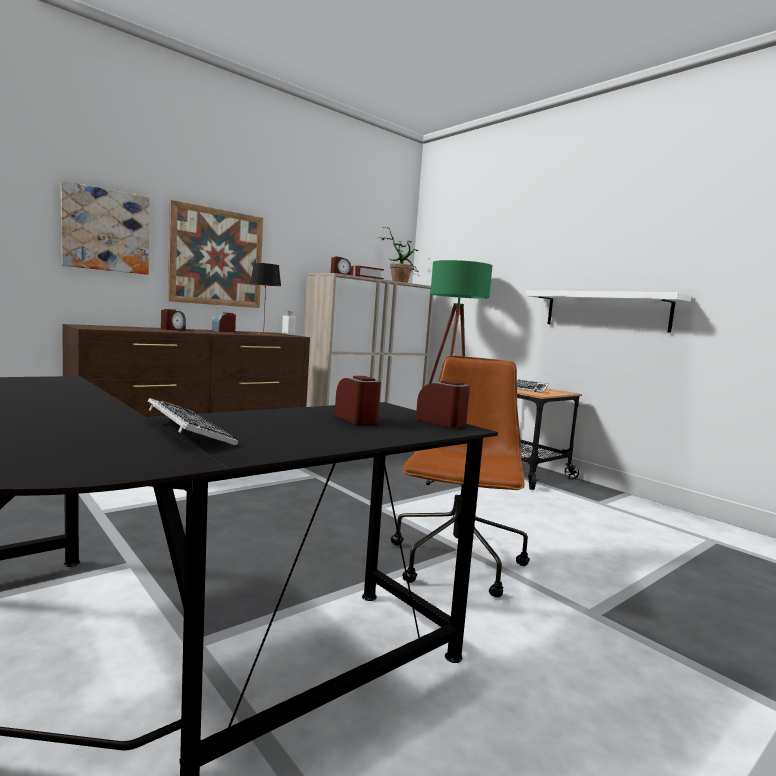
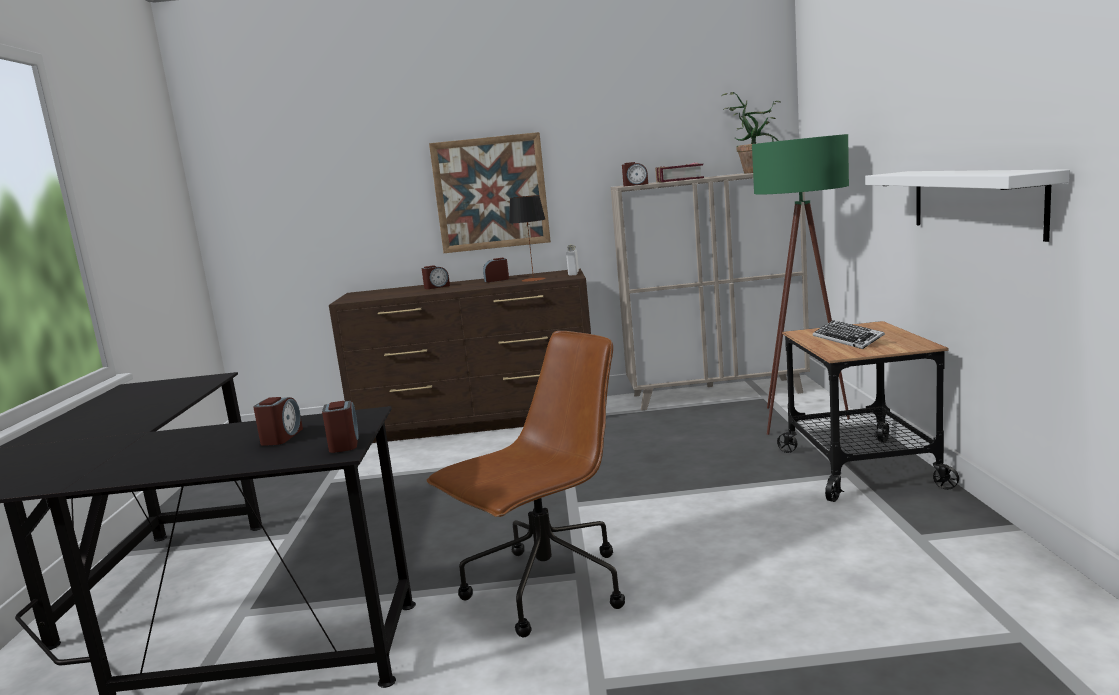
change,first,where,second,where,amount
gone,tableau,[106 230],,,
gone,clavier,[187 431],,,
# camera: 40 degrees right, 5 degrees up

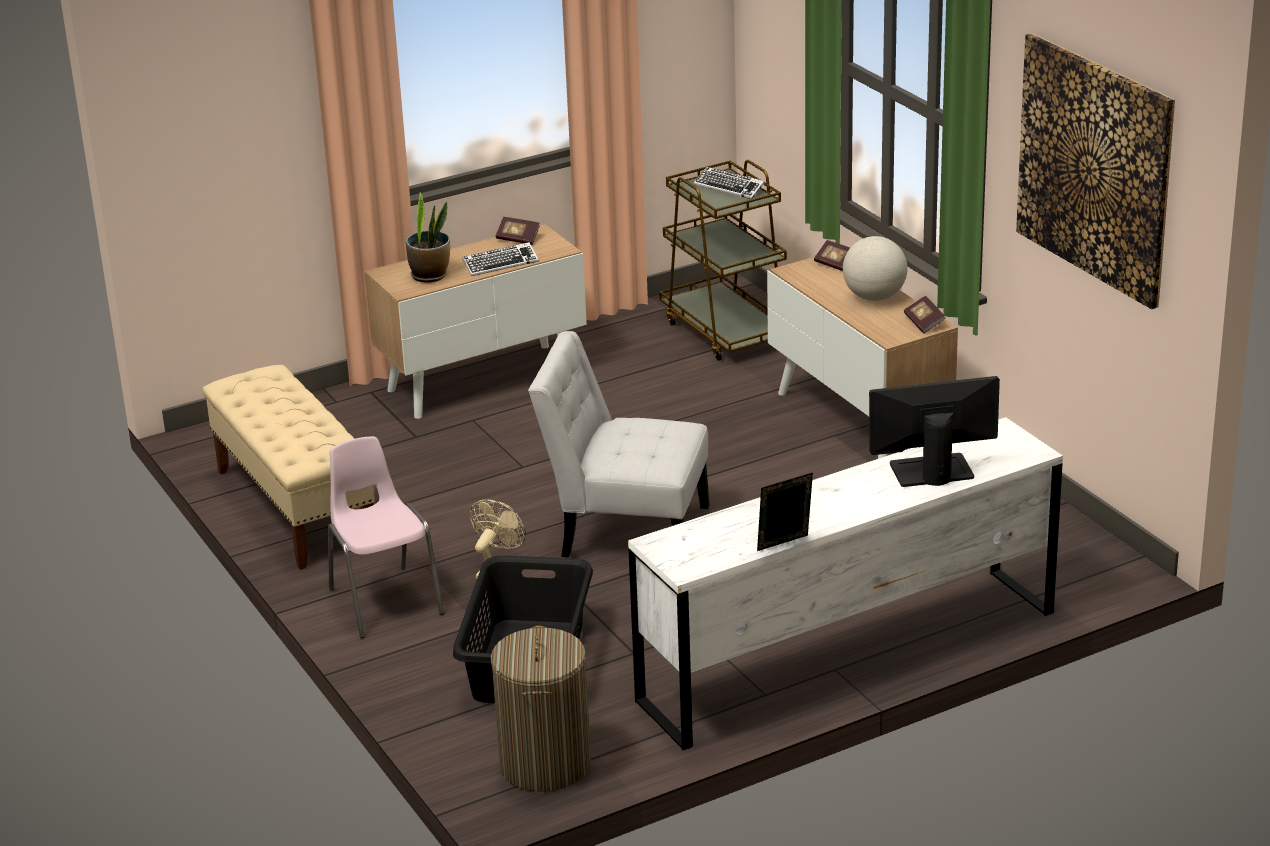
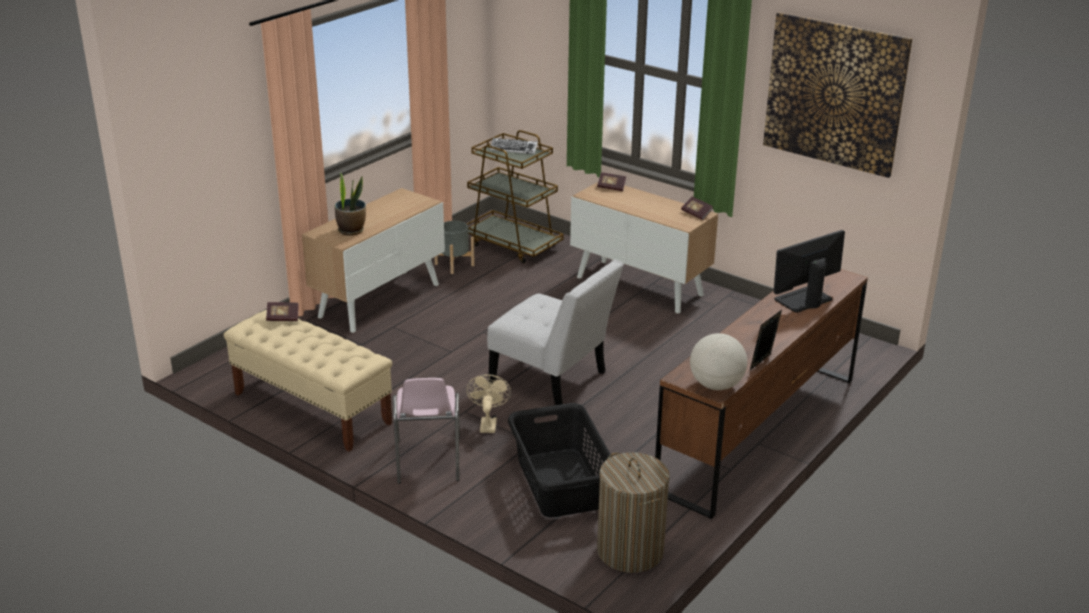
change,first,where,second,where,amount
gone,clavier,[500 264],,,
new,,,cache-pot (gris),[454 264],
shifted,livre,[518 239],,[283 318],
shifted,globe,[874 297],,[716 385],
repainted,commode (blanc),[848 655],commode (marron),[758 432],
rotated,chaise (rose),[385 601],,[427 461],135 degrees counterclockwise
rotated,chaise (blanc),[626 530],,[553 380],135 degrees counterclockwise
# camera: 25 degrees left, 0 degrees up

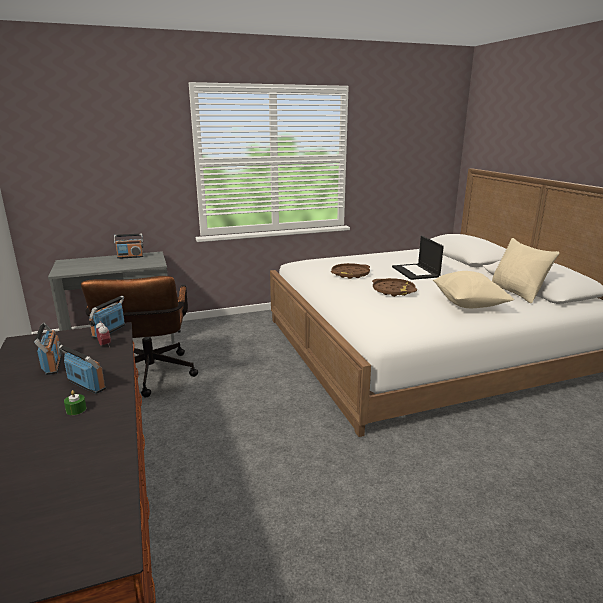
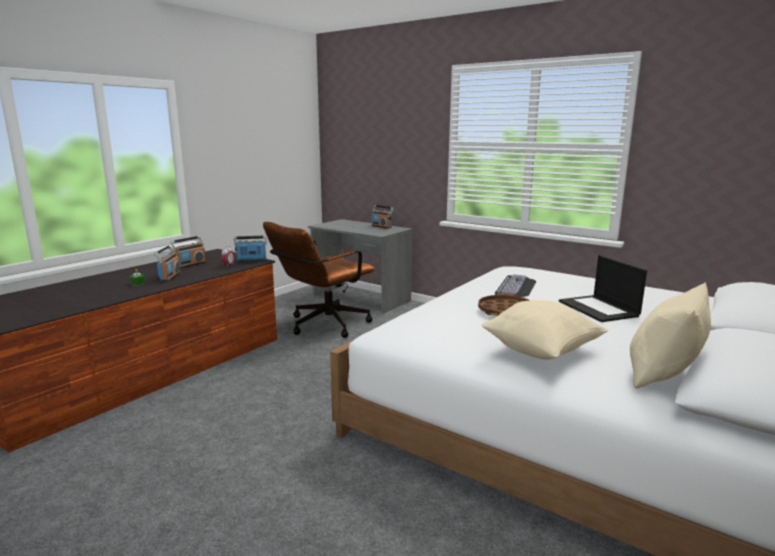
change,first,where,second,where,amount
swapped,plateau (marron),[350 274],clavier,[517 287],
rotated,ordinateur portable,[416 272],,[599 309],60 degrees counterclockwise
# camera: 55 degrees right, 5 degrees down

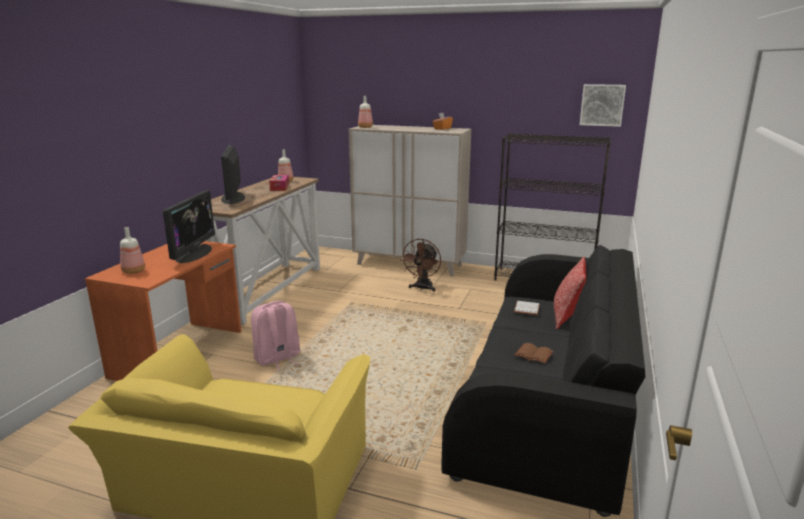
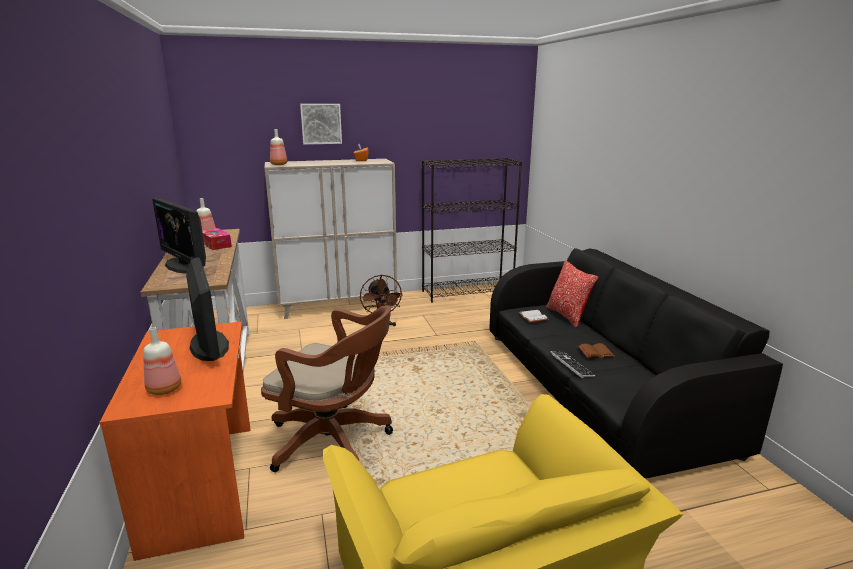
change,first,where,second,where,amount
new,,,clavier,[571 365],
shifted,tableau,[602 105],,[321 124],
swapped,sac à dos (rose),[277 358],chaise de bureau (marron),[335 442],
# camera: 35 degrees left, 0 degrees up

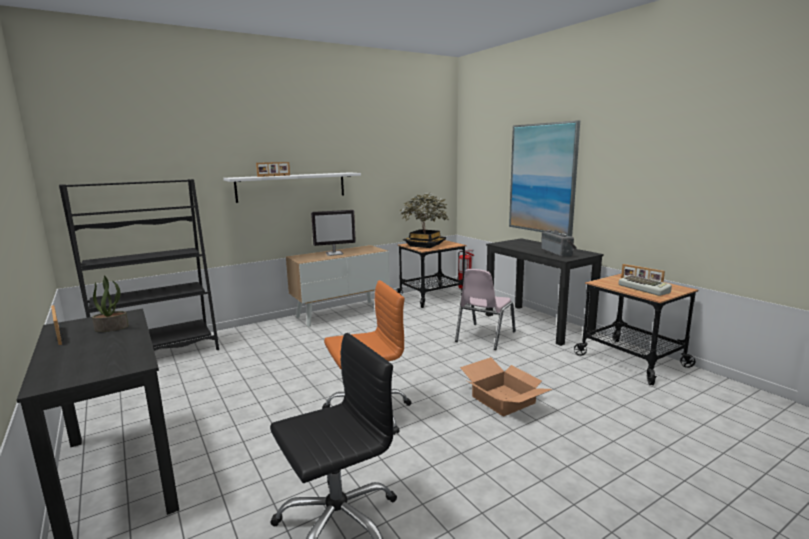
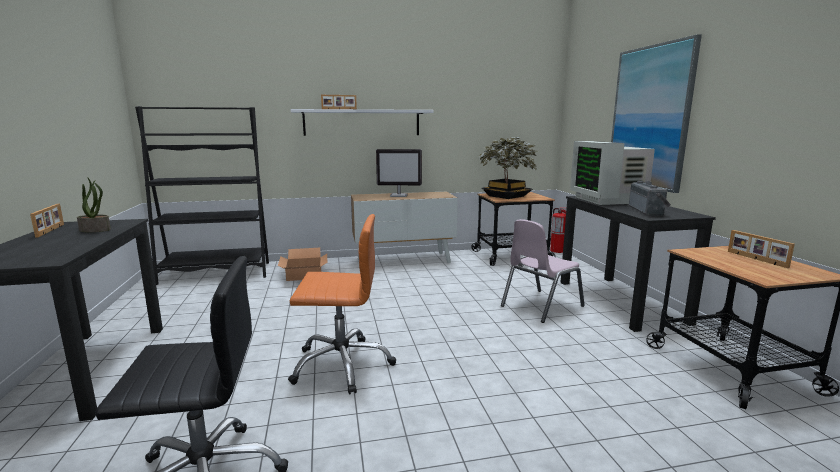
change,first,where,second,where,amount
gone,clavier,[644 289],,,
new,,,écran d'ordinateur,[608 200],
shifted,carton,[504 400],,[305 274],
# camera: 20 degrees right, 0 degrees up

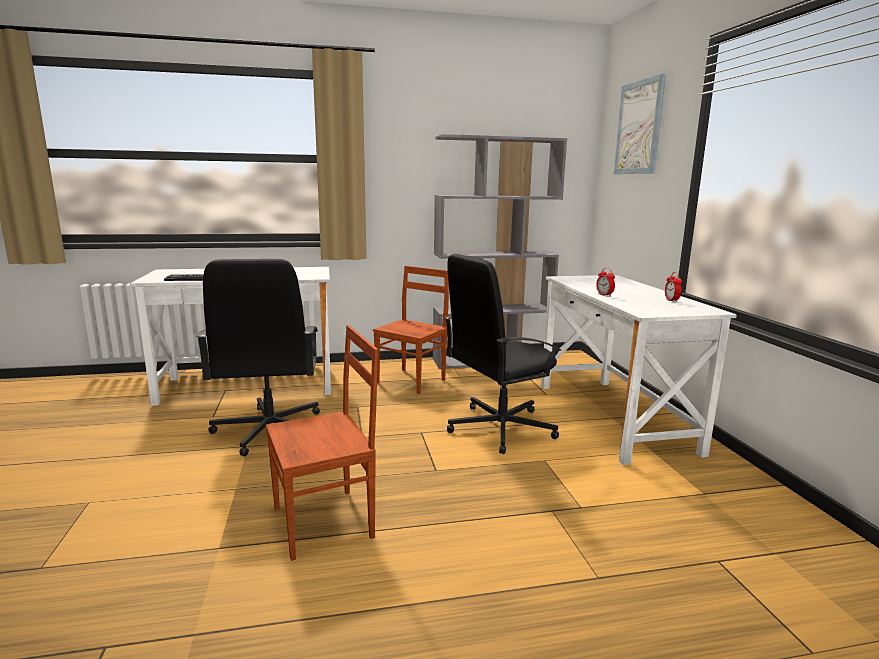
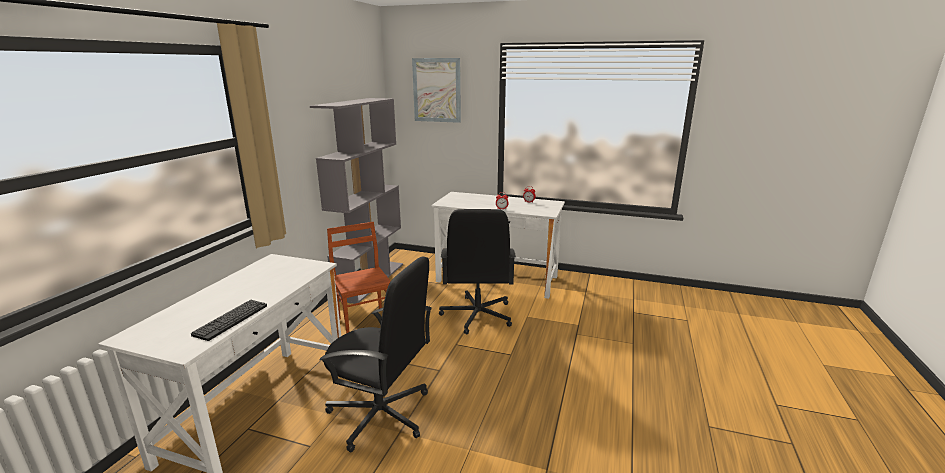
change,first,where,second,where,amount
gone,chaise (marron),[325 523],,,
# camera: 60 degrees left, 5 degrees up

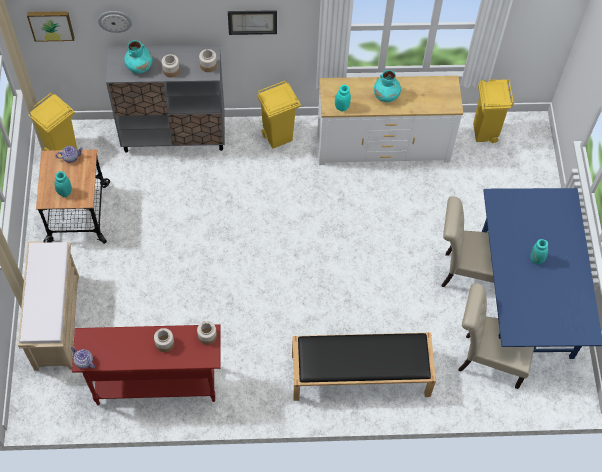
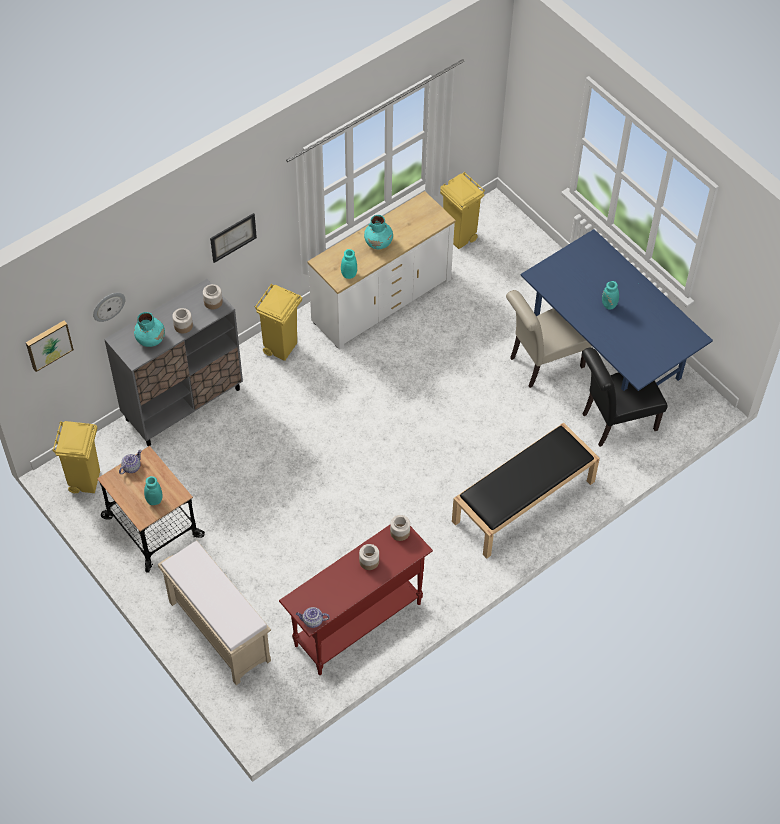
change,first,where,second,where,amount
repainted,chaise (beige),[487 359],chaise (noir),[614 422],
# camera: 35 degrees left, 5 degrees down

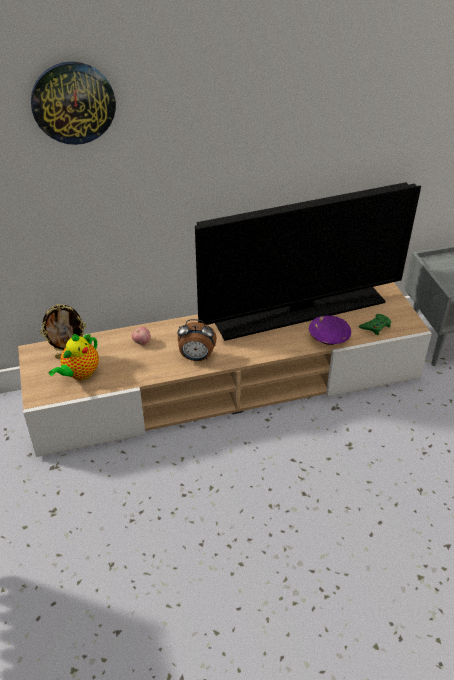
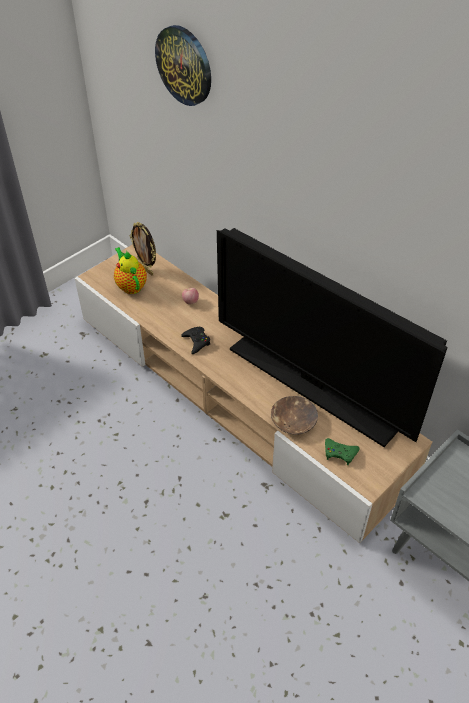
change,first,where,second,where,amount
swapped,réveil,[196 357],manette (noir),[196 342],
repainted,bol (violet),[328 337],bol (marron),[293 420],
rotated,théière,[80 374],,[131 285],60 degrees clockwise
# camera: 60 degrees right, 5 degrees up

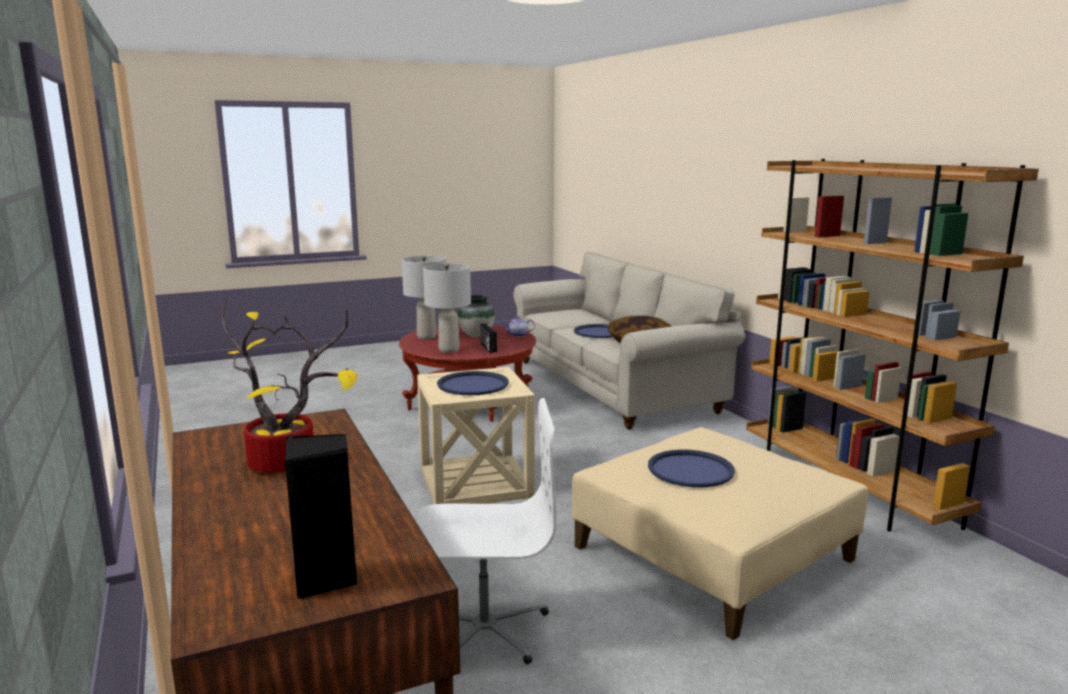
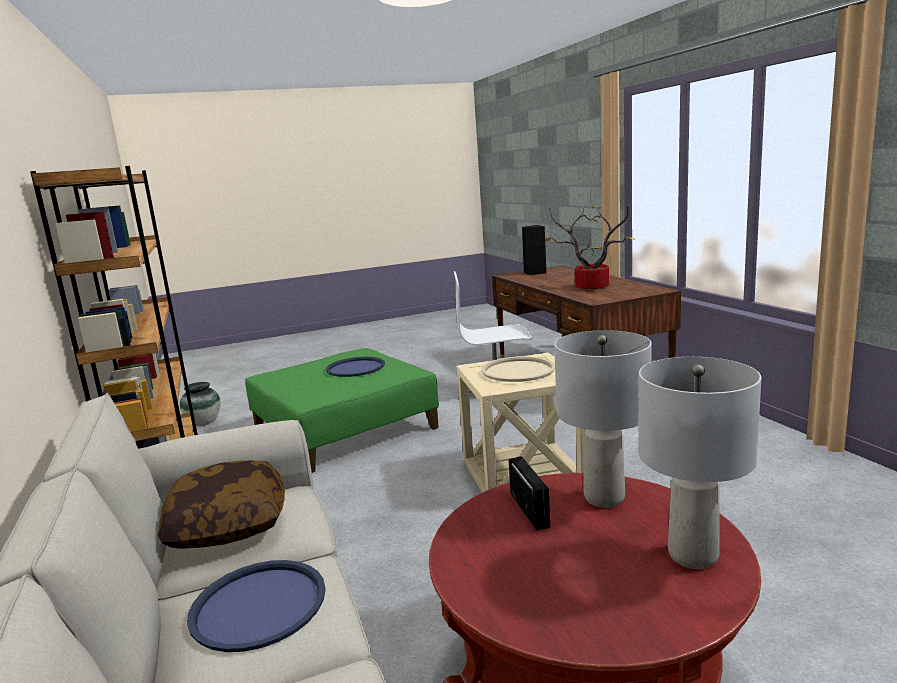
change,first,where,second,where,amount
gone,théière,[518 335],,,
shifted,vase,[476 335],,[204 423],
repainted,plateau (bleu),[473 384],plateau (beige),[518 370],
repainted,pouf (beige),[711 553],pouf (vert),[345 429],
# camera: 175 degrees left, 0 degrees up

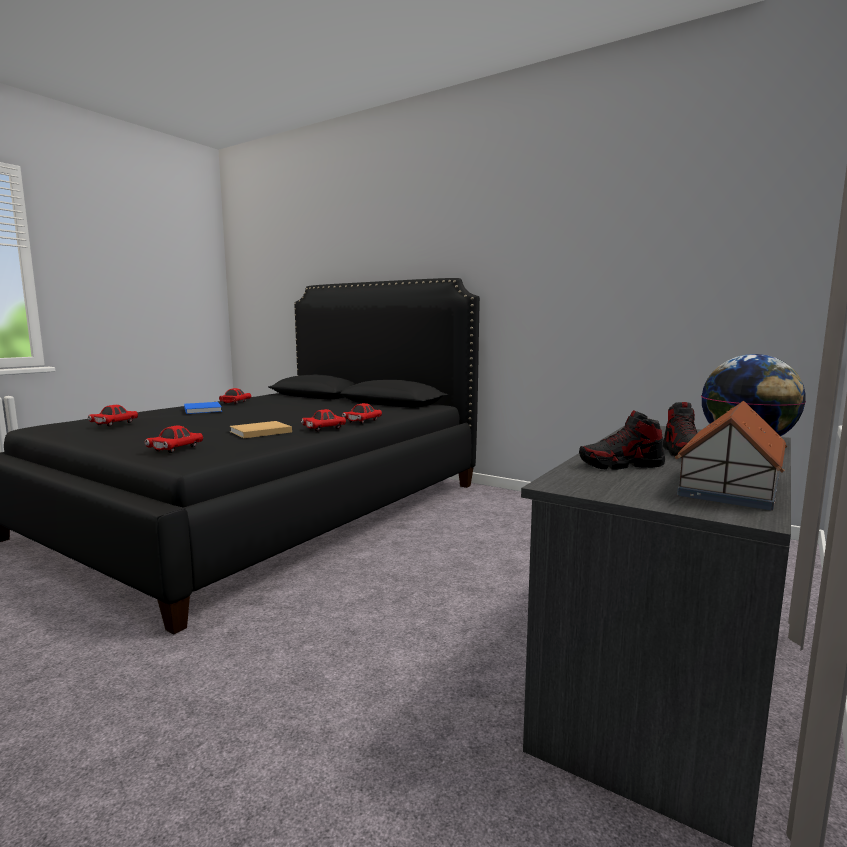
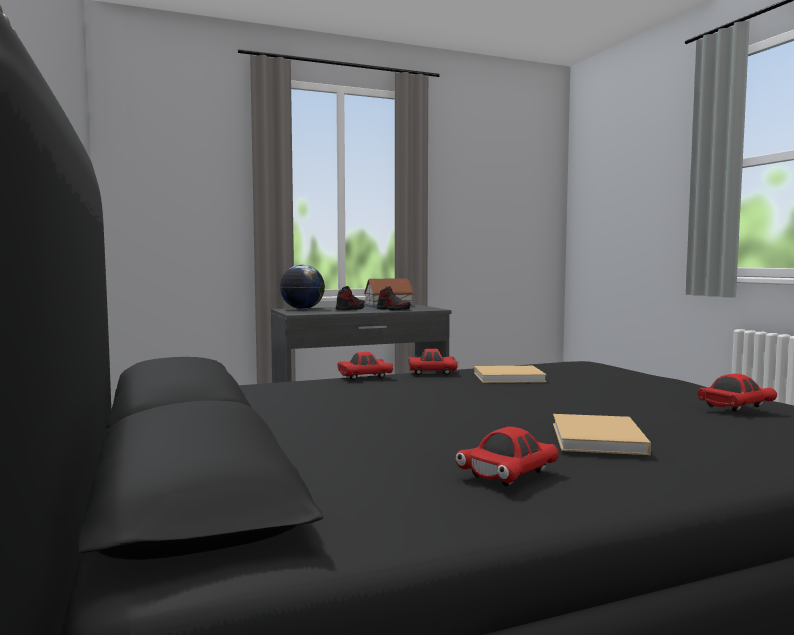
change,first,where,second,where,amount
gone,petite voiture (rouge),[175 449],,,
repainted,livre (bleu),[202 409],livre (beige),[598 439],
# camera: 145 degrees left, 5 degrees down

